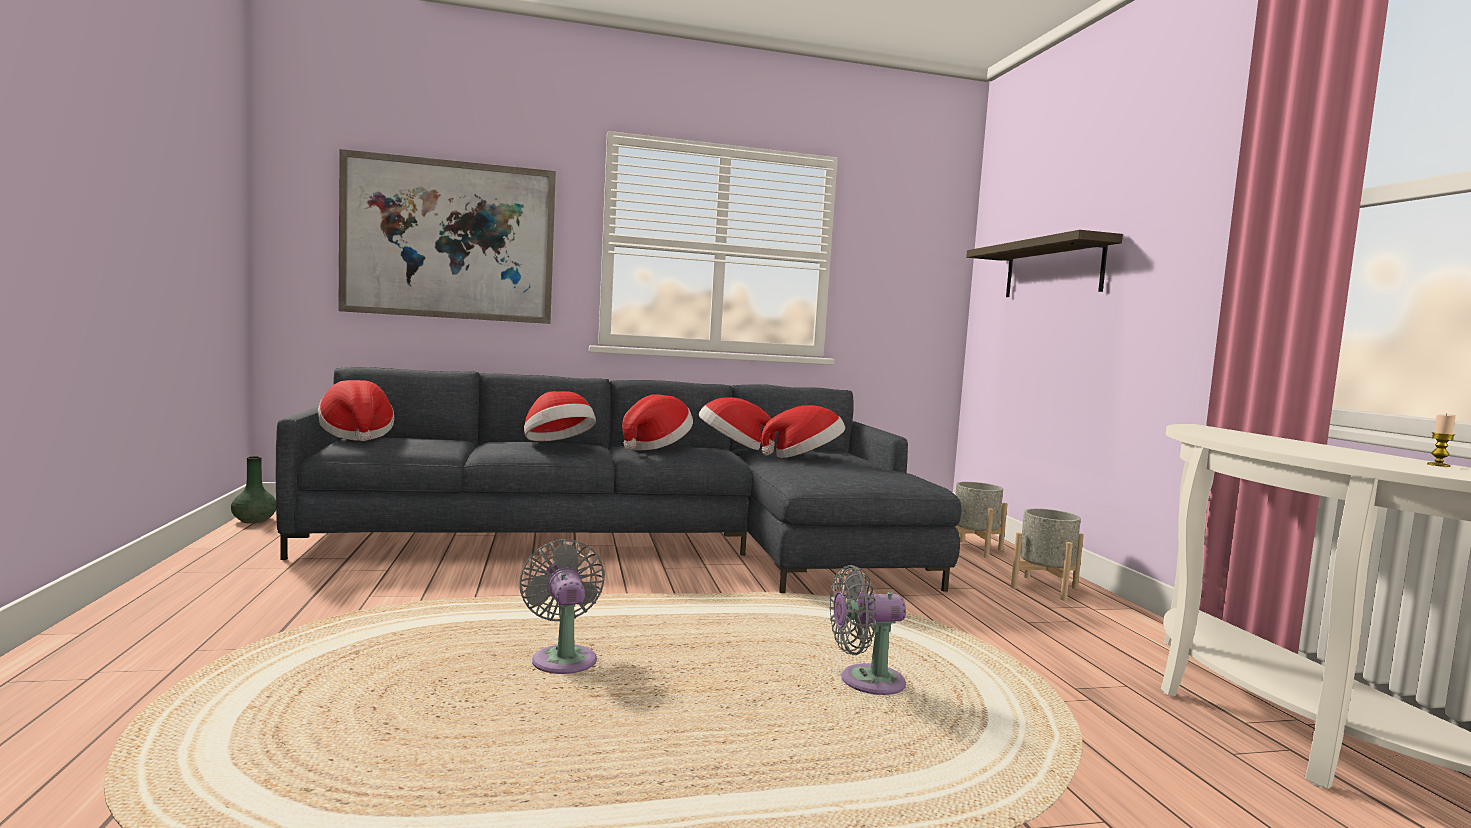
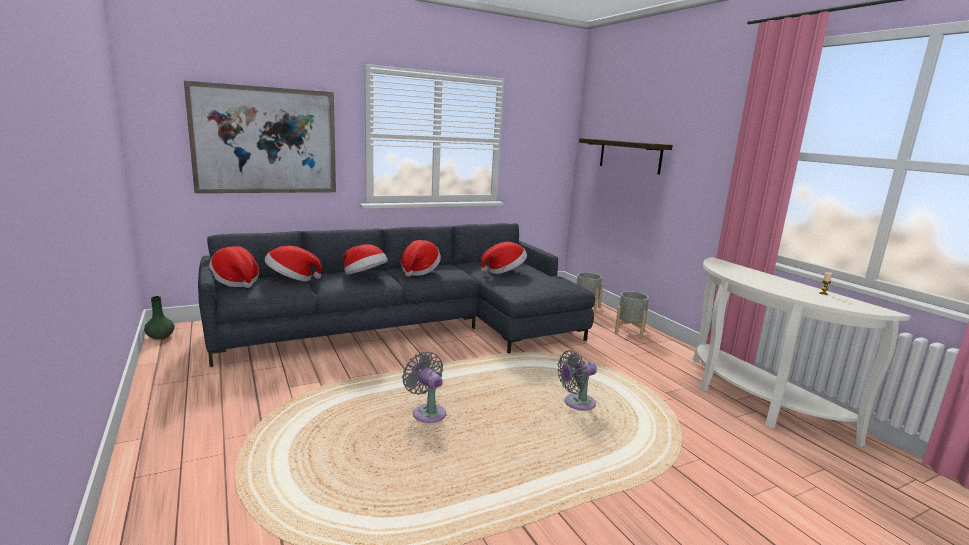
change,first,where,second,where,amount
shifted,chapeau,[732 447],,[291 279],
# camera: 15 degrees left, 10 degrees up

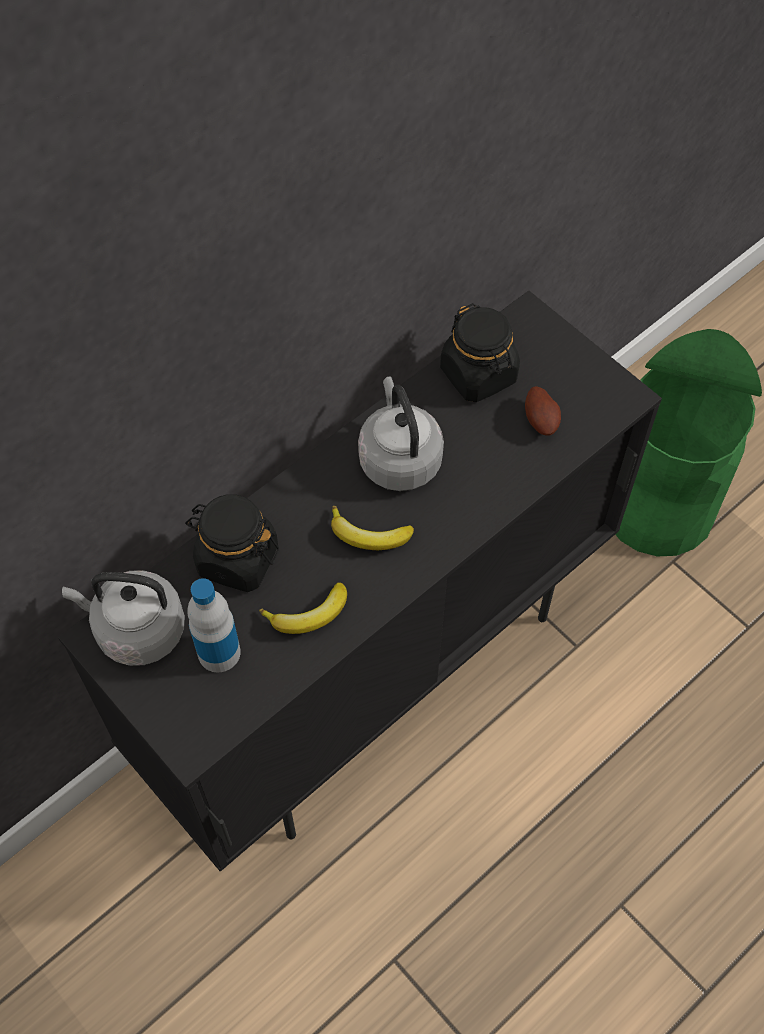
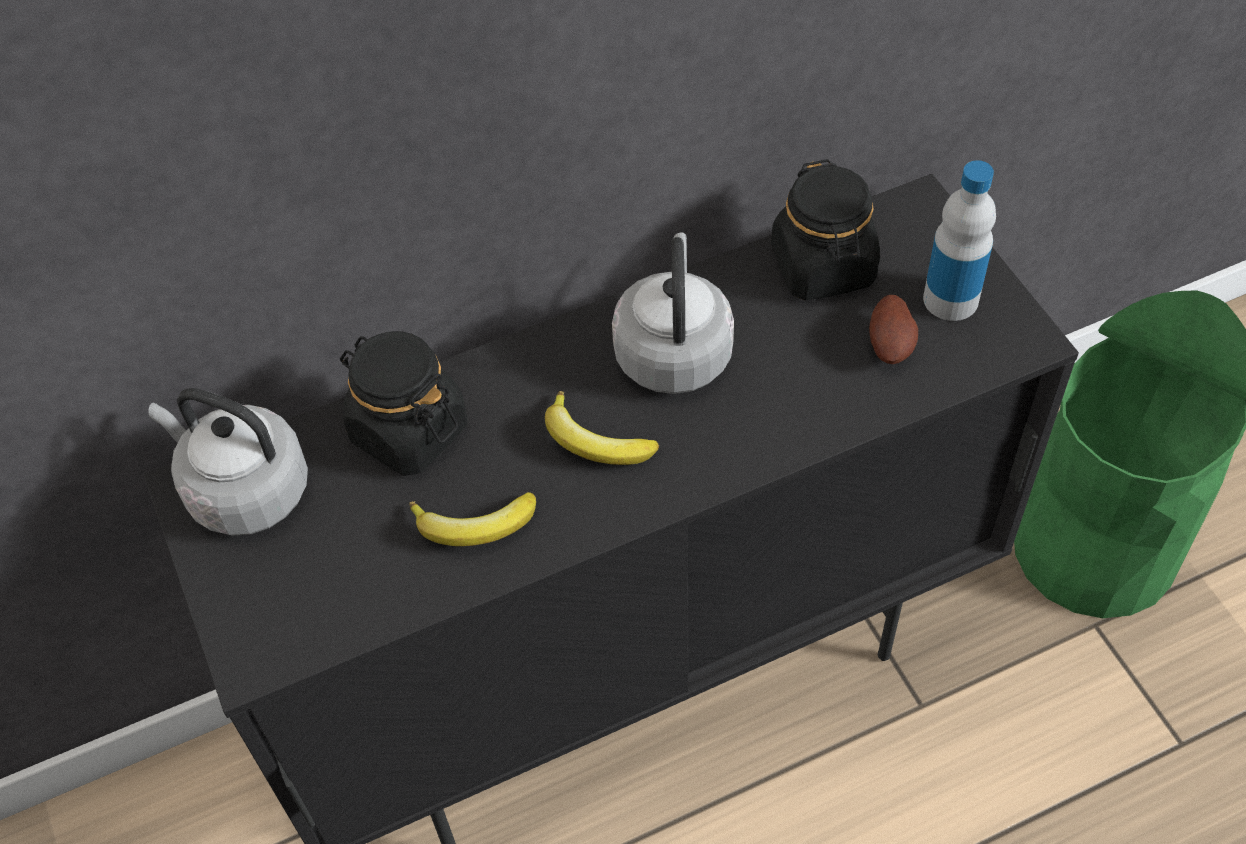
change,first,where,second,where,amount
shifted,bouteille,[219 652],,[950 299],
# camera: 20 degrees right, 5 degrees down

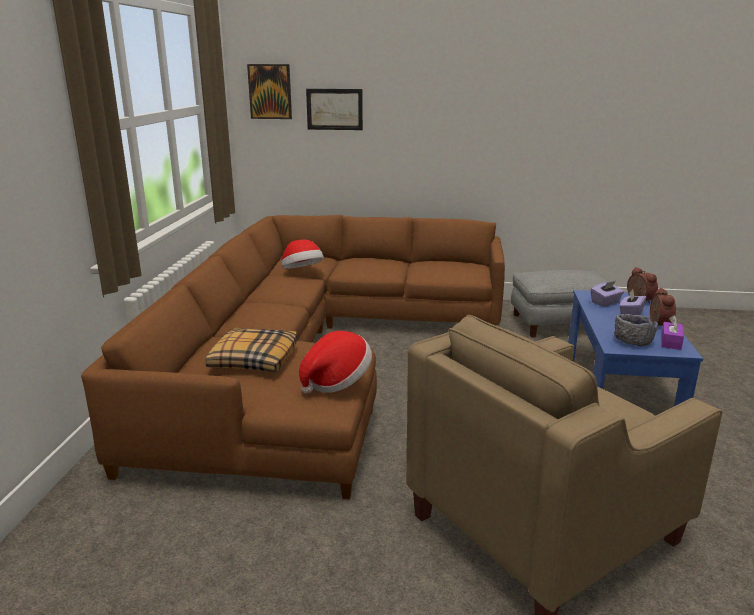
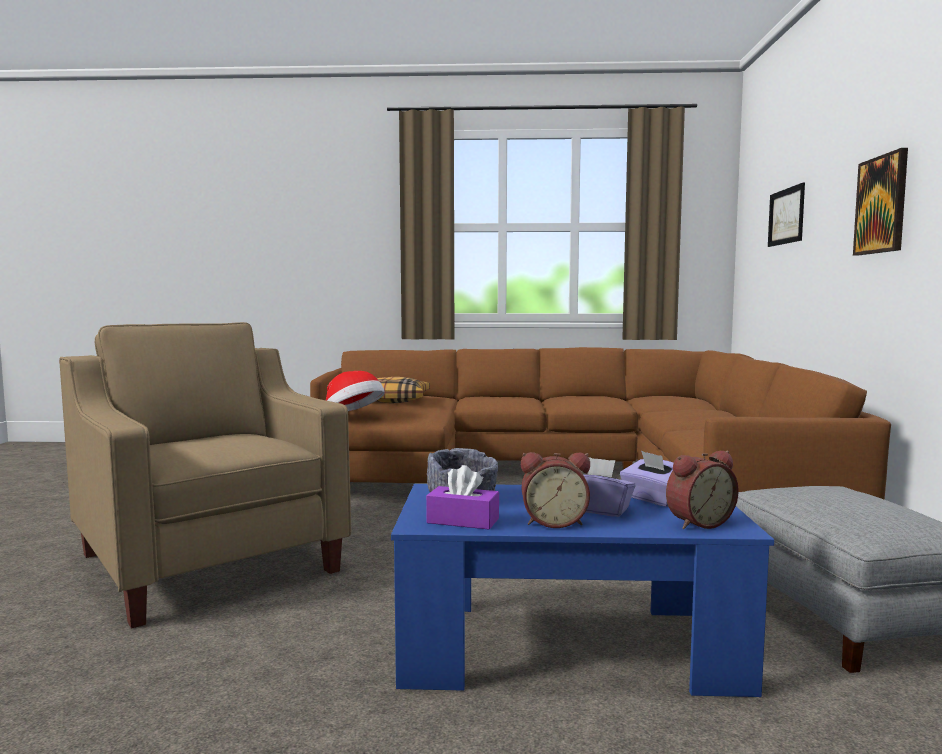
change,first,where,second,where,amount
gone,chapeau,[302 272],,,
shifted,tableau,[270 91],,[881 204],
# camera: 85 degrees right, 15 degrees down

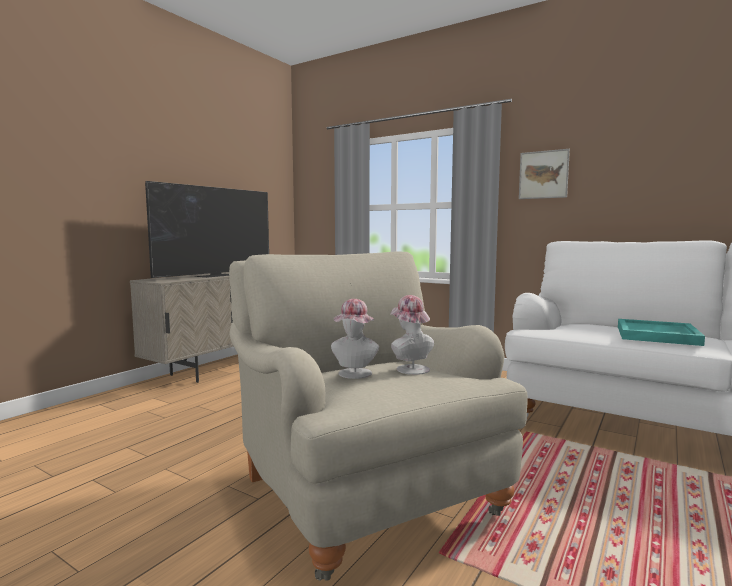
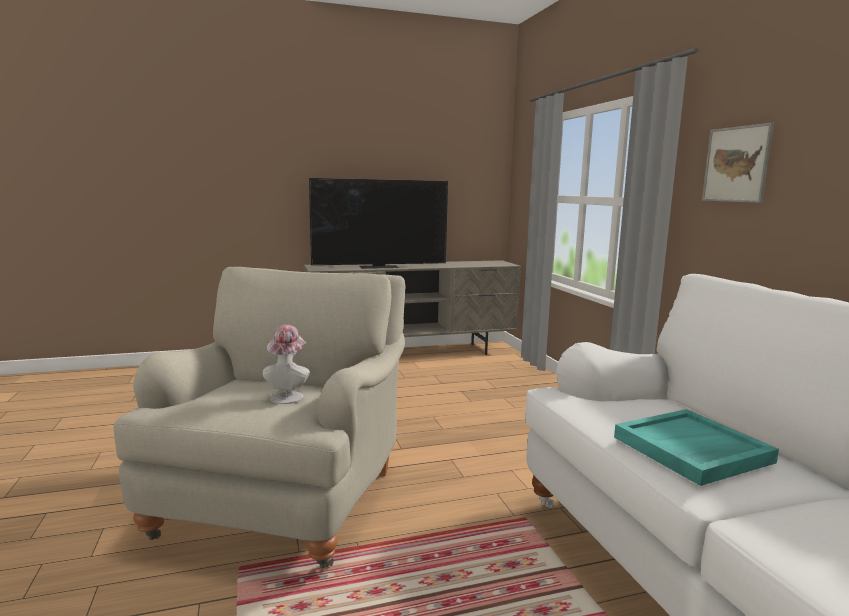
change,first,where,second,where,amount
gone,chapeau,[354 375],,,
# camera: 40 degrees right, 5 degrees up

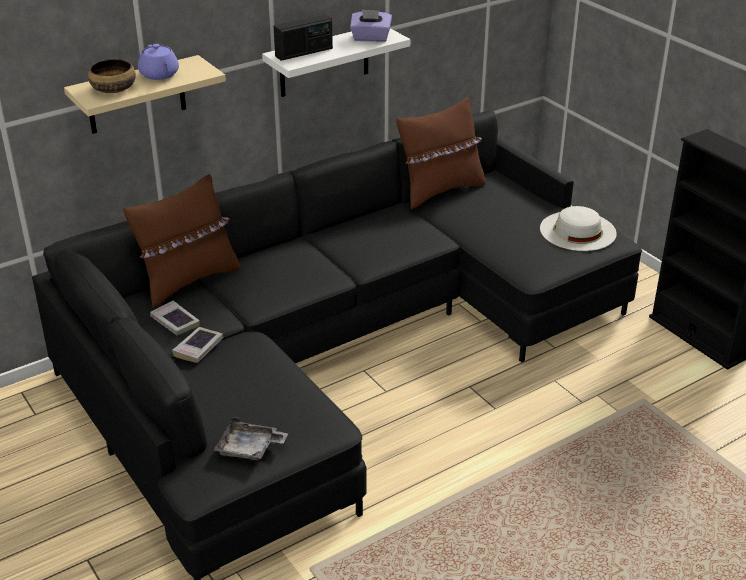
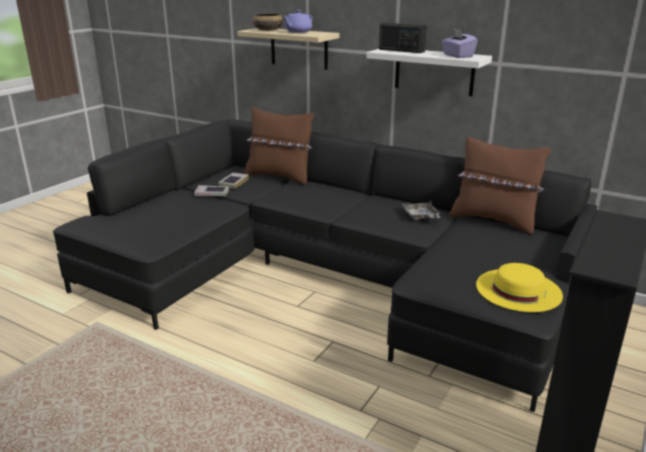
change,first,where,second,where,amount
shifted,plateau (gris),[249 448],,[420 216],
repainted,chapeau (blanc),[577 231],chapeau (jaune),[518 289],
# camera: 65 degrees right, 10 degrees down

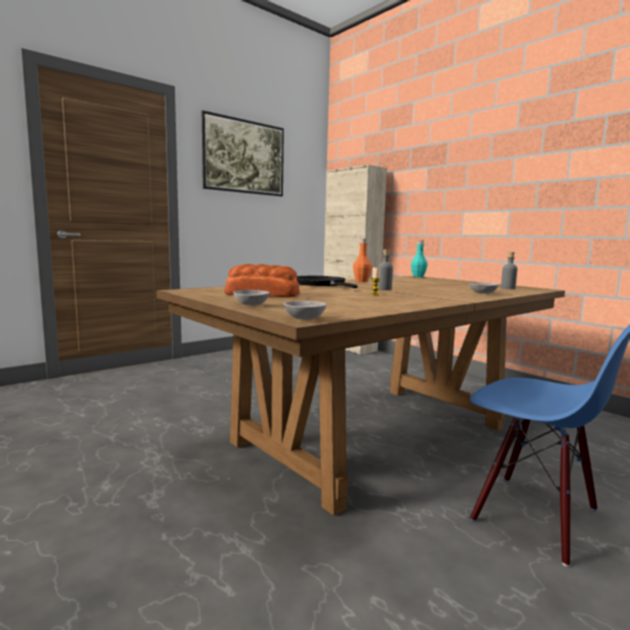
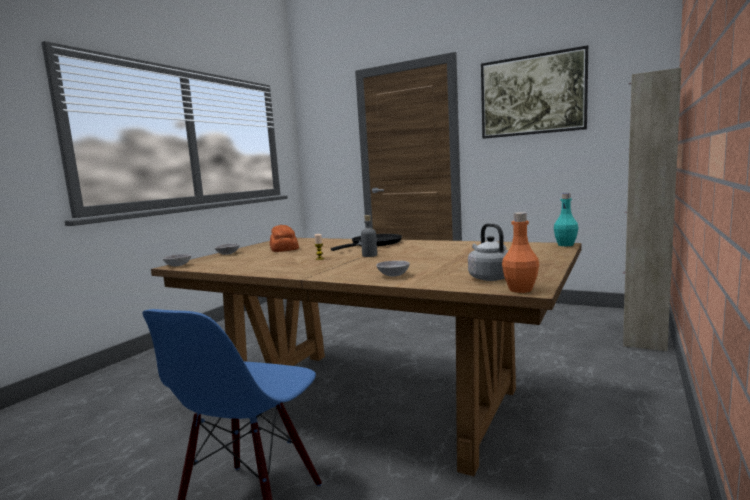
change,first,where,second,where,amount
shifted,bouteille (orange),[361 281],,[520 290],
swapped,bouteille (gris),[508 288],bouilloire (gris),[489 277],
# camera: 70 degrees right, 0 degrees up

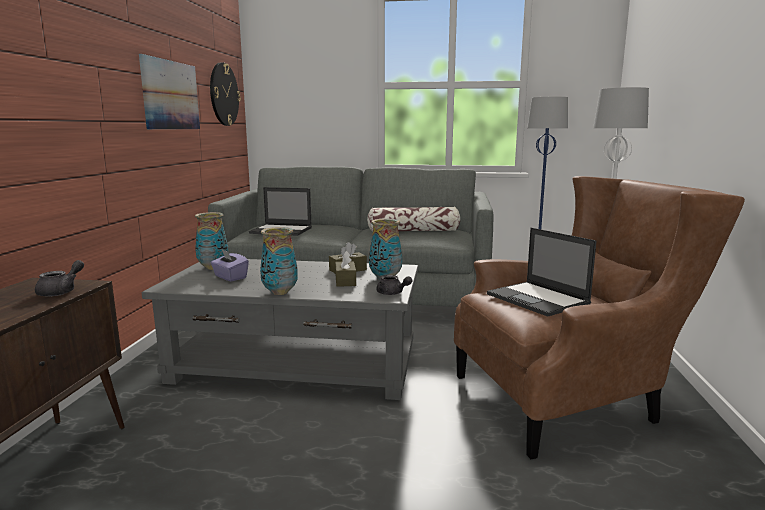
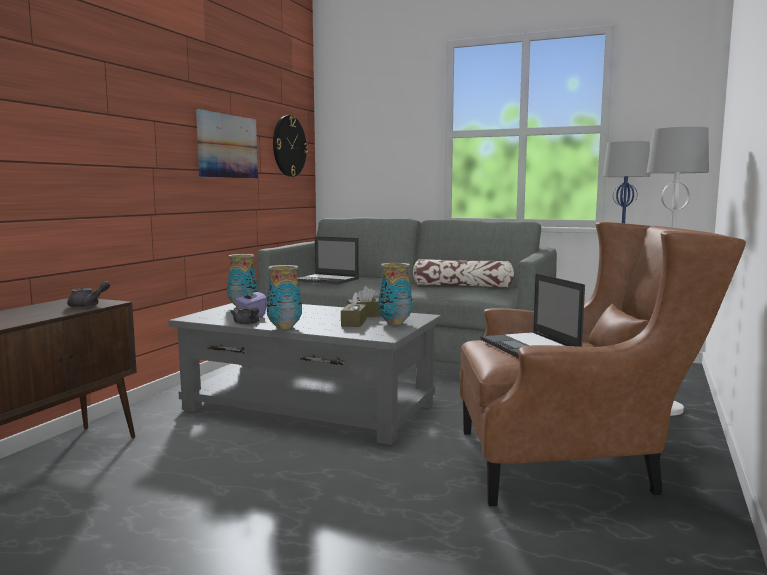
change,first,where,second,where,amount
shifted,théière (gris),[392 293],,[247 324],
# camera: 15 degrees right, 5 degrees down

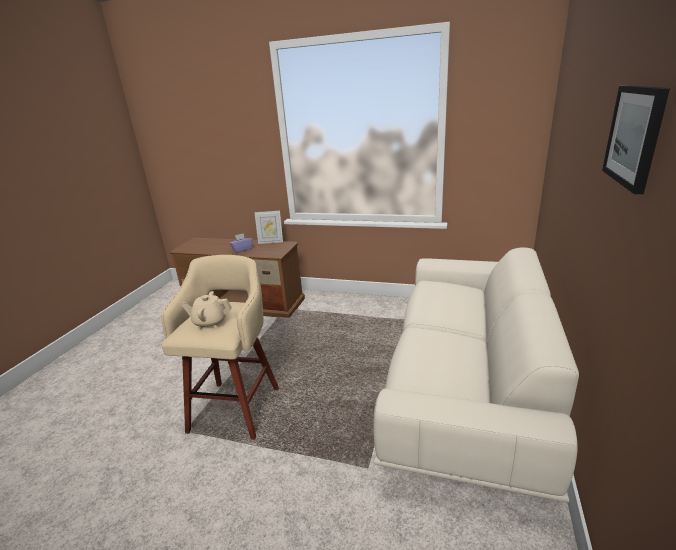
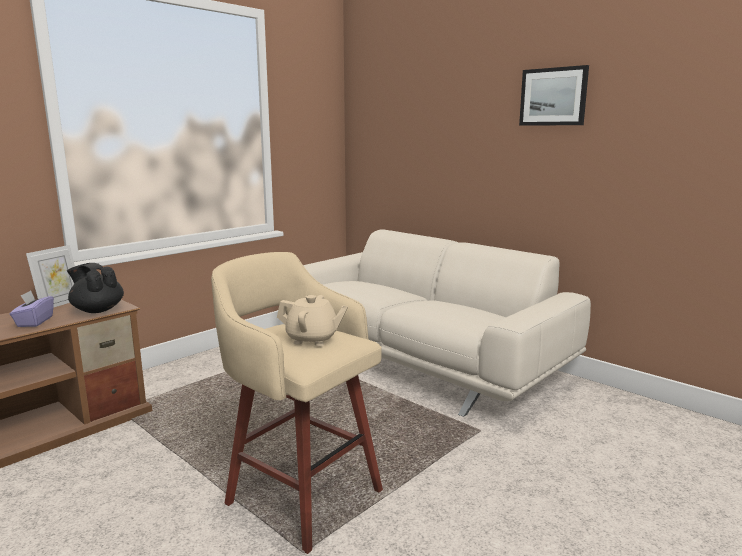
change,first,where,second,where,amount
new,,,théière (noir),[97 310],
rotated,théière (beige),[210 322],,[312 339],105 degrees counterclockwise
# camera: 65 degrees left, 10 degrees down

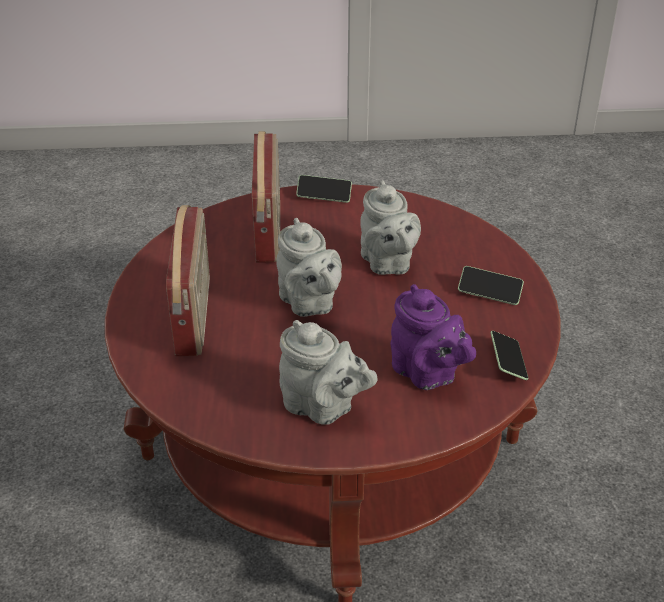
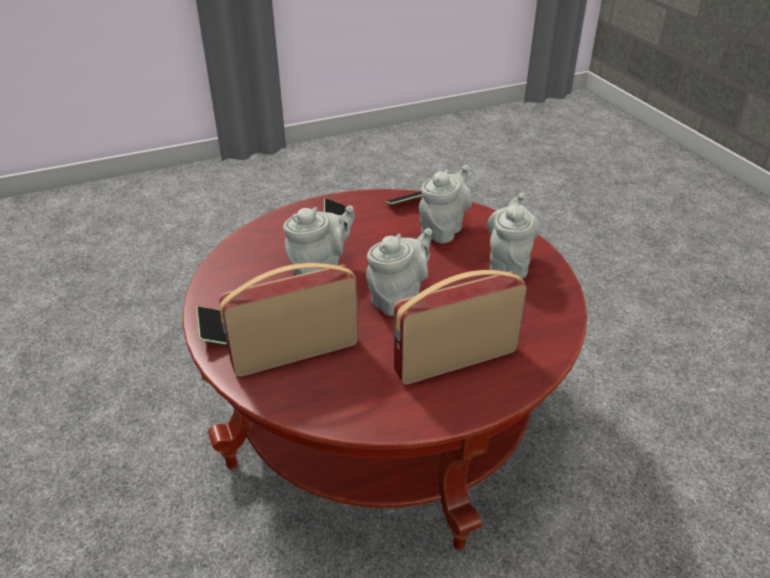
change,first,where,second,where,amount
repainted,théière (violet),[427 374],théière (gris),[443 229],
# camera: 110 degrees left, 0 degrees up

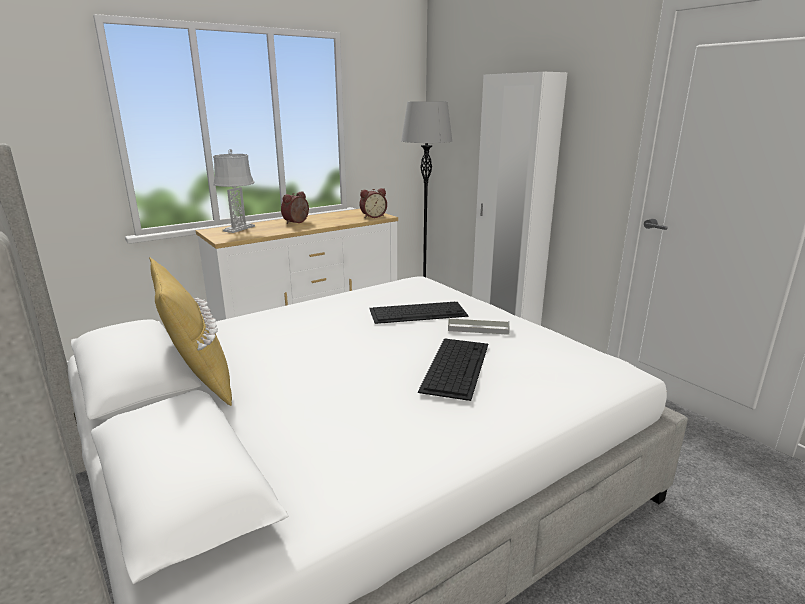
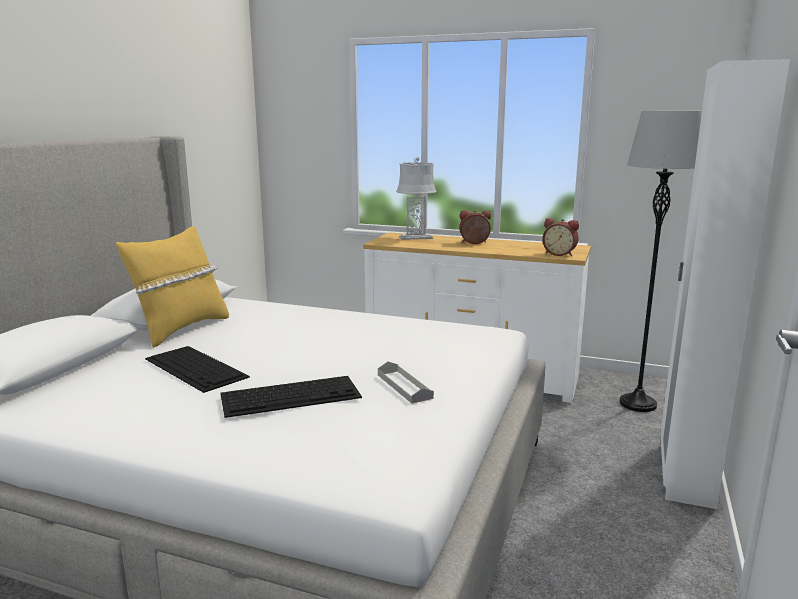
change,first,where,second,where,amount
shifted,clavier,[418 312],,[196 368],
# camera: 55 degrees right, 5 degrees down

